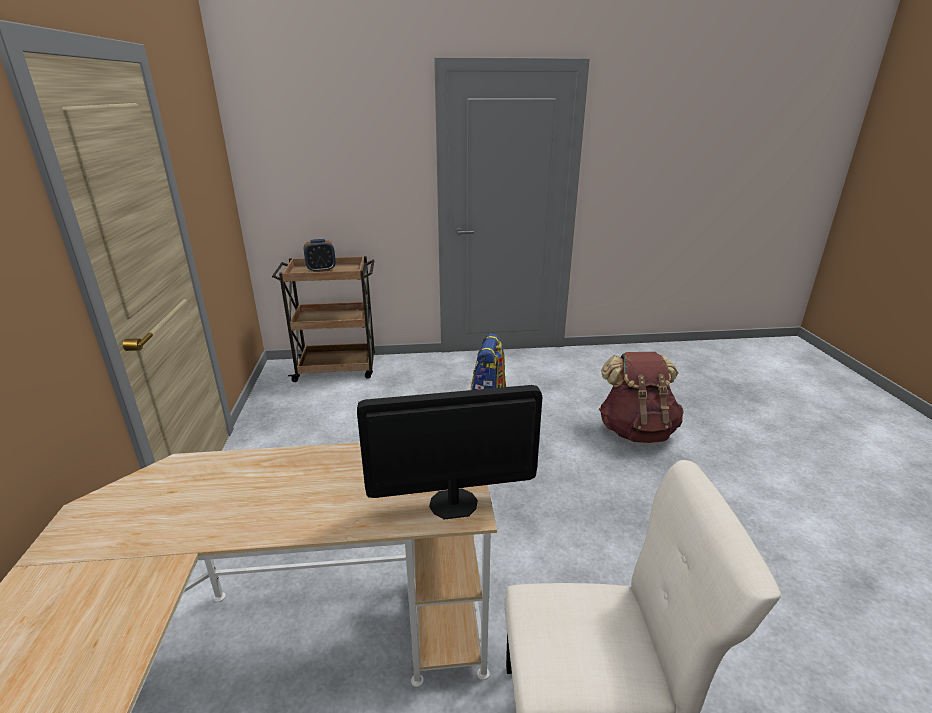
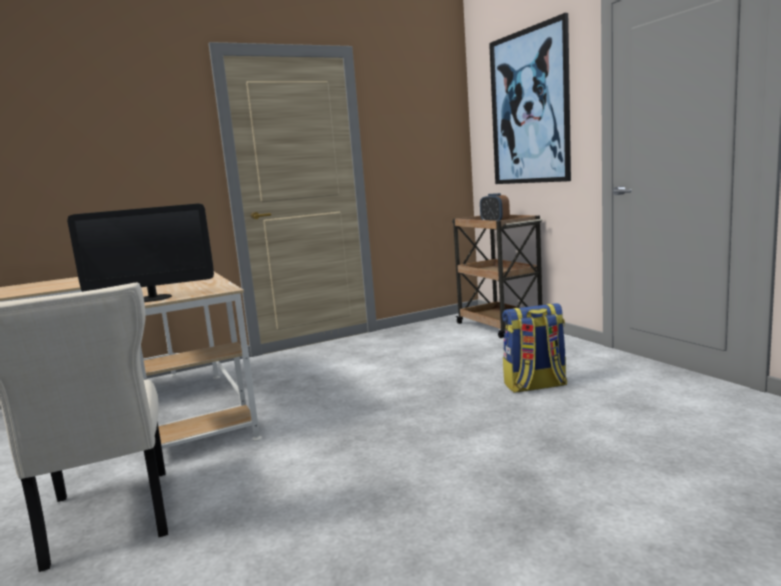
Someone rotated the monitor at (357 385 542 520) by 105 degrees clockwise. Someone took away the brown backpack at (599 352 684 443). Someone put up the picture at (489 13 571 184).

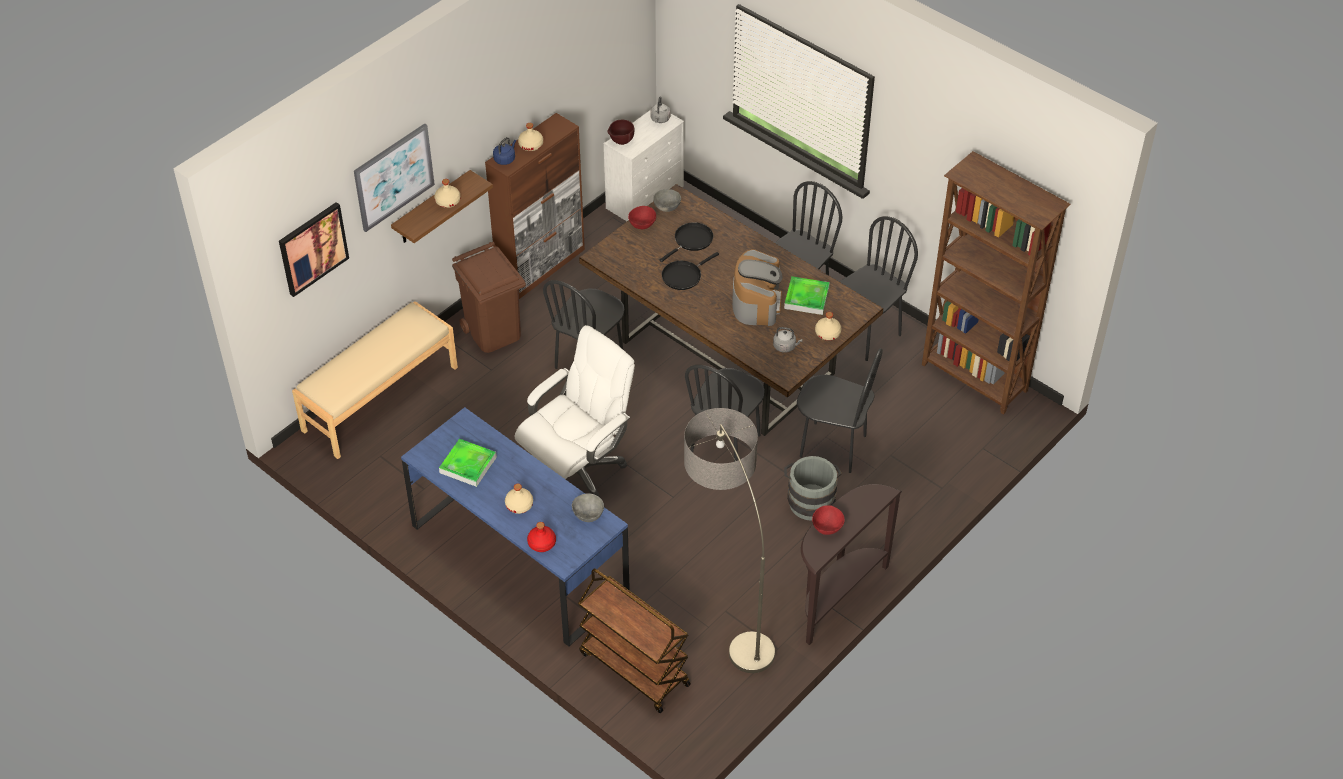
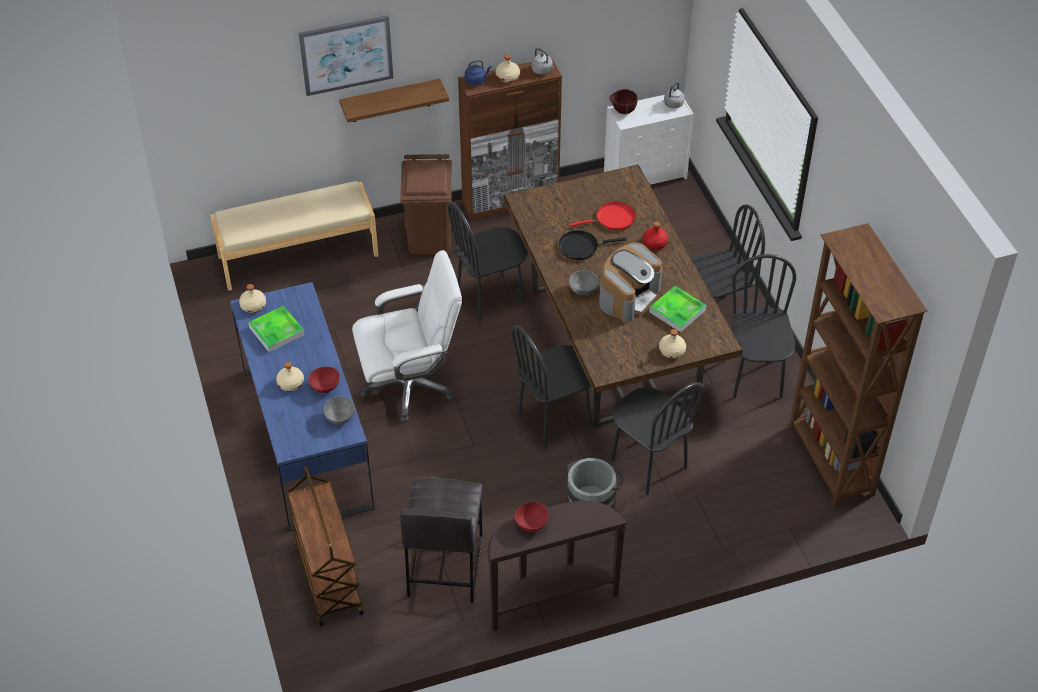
Someone took away the picture at (279 202 349 297). Someone carried the beige bottle from (434 179 460 208) to (239 284 266 313). Someone carried the red bottle from (527 522 556 552) to (643 221 668 250). Someone carried the red bowl from (628 206 656 229) to (308 367 340 393). Someone carried the grey bowl from (653 189 681 212) to (569 270 599 295). Someone repainted the black frying pan at (660 222 713 262), which became the red frying pan at (569 201 636 230). Someone swapped the floor lamp at (684 408 775 673) for the grey stool at (400 477 483 603). Someone carried the grey kettle from (773 327 803 353) to (531 48 554 75). Someone rotated the black chair at (840 216 918 361) by 75 degrees counterclockwise.

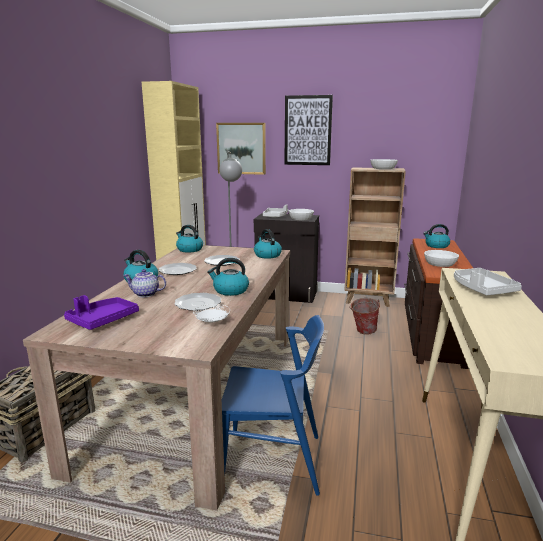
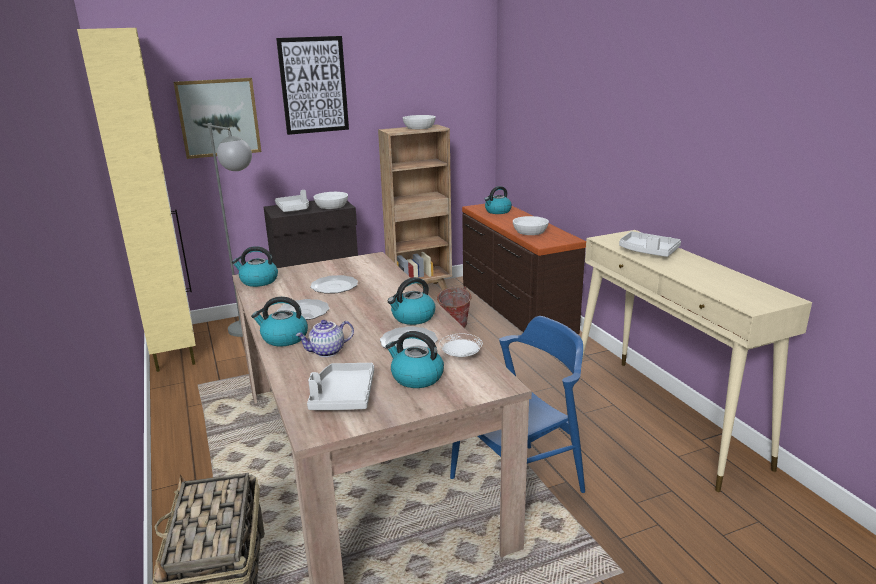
Someone repainted the purple tray at (64 295 139 330), which became the grey tray at (307 363 374 410). Someone carried the kettle from (254 229 282 259) to (386 331 444 388).

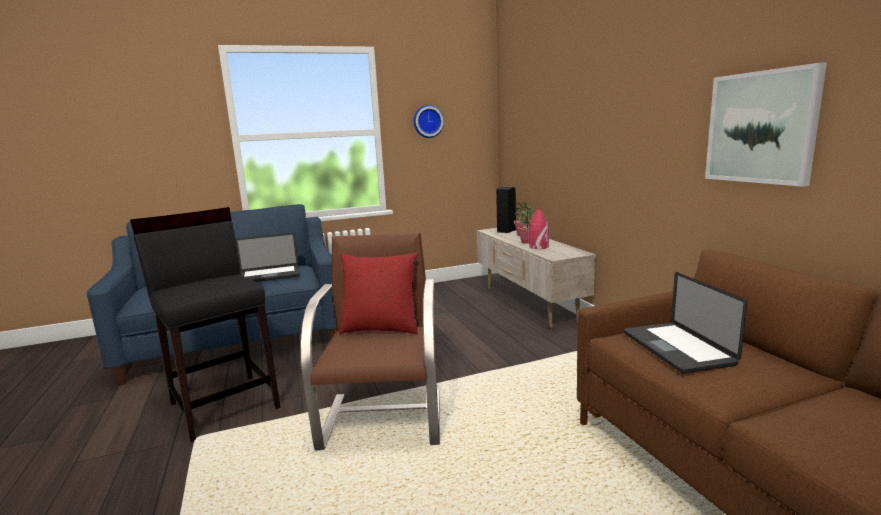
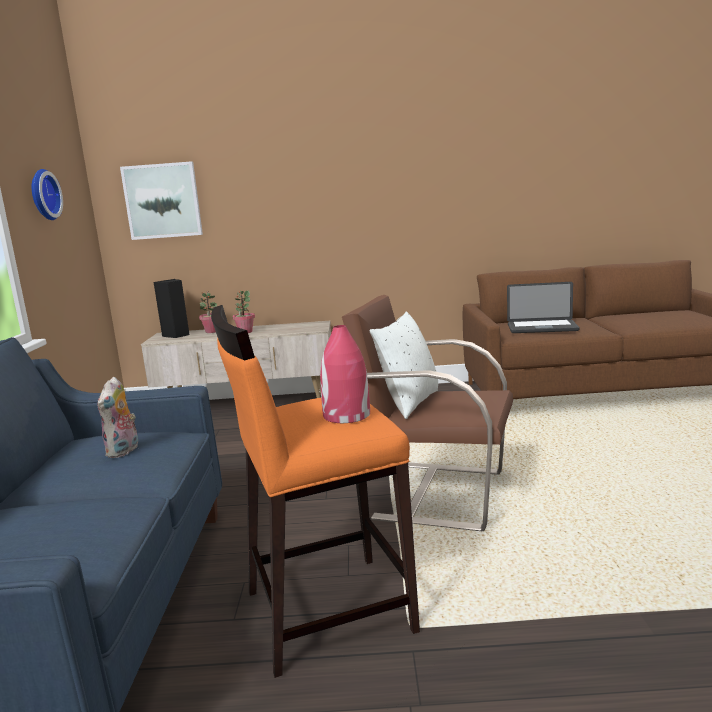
Someone repainted the black stool at (130 207 281 442), which became the orange stool at (211 305 420 678). Someone swapped the laptop at (236 233 300 282) for the plush toy at (97 377 140 458). Someone repainted the red pillow at (338 252 418 334), which became the white pillow at (370 311 438 419). Someone carried the red vase from (529 209 549 249) to (320 325 370 423). Someone carried the picture from (705 63 827 187) to (120 161 203 240).

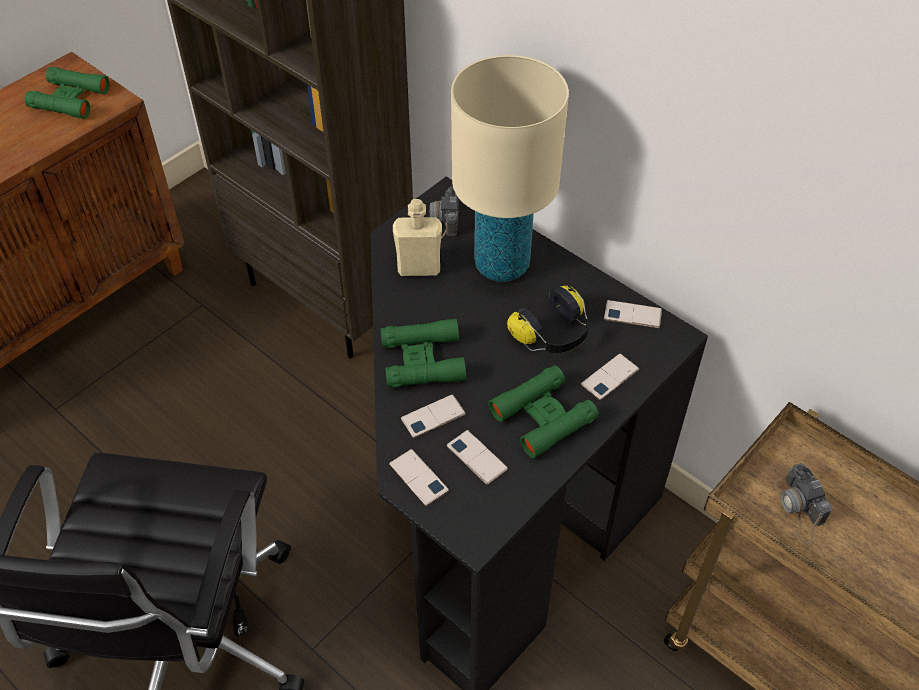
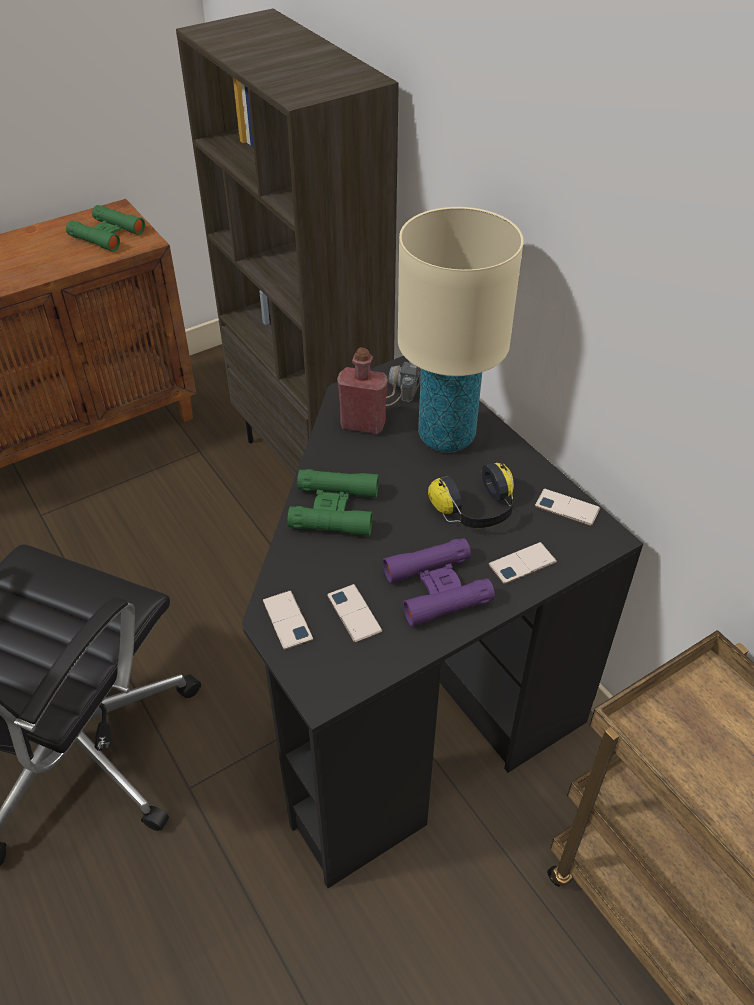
Someone repainted the beige bottle at (393 199 442 276), which became the red bottle at (337 347 388 434). Someone took away the phone at (401 394 466 438). Someone repainted the green binoculars at (488 365 599 458), which became the purple binoculars at (383 538 495 626). Someone took away the photo camera at (774 463 831 543).

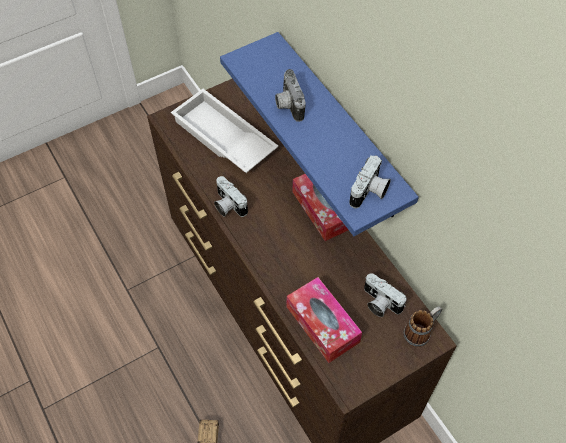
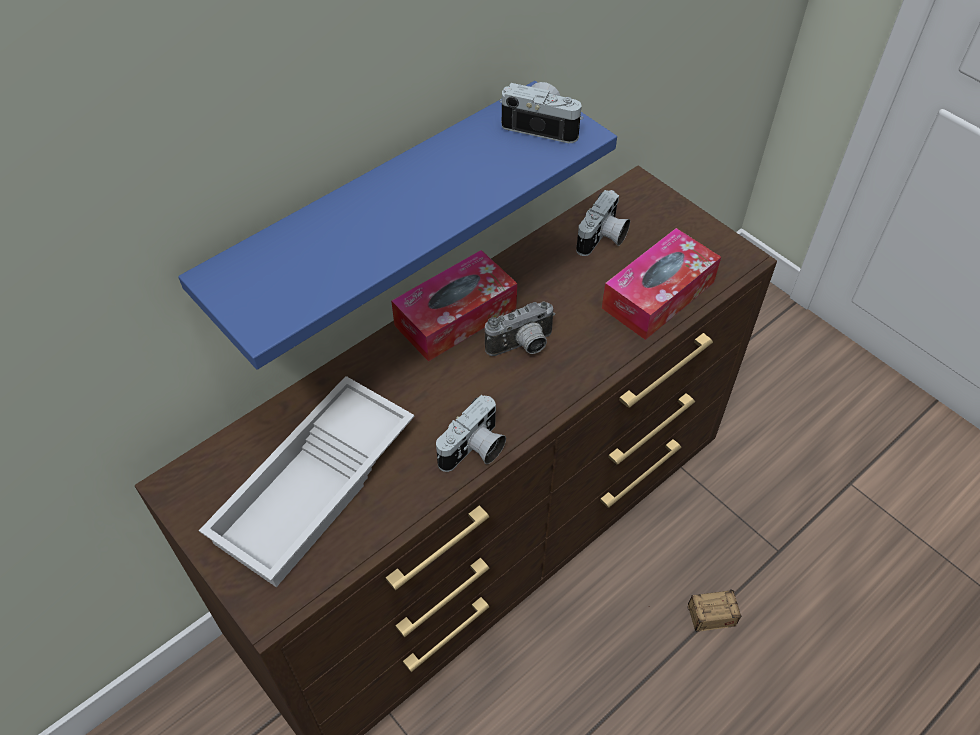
Someone carried the photo camera from (275 69 306 122) to (485 301 555 356). Someone took away the mug at (403 306 442 347).

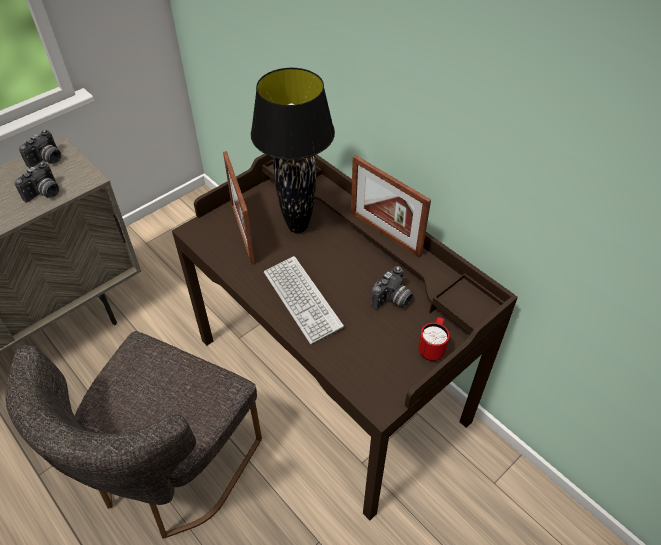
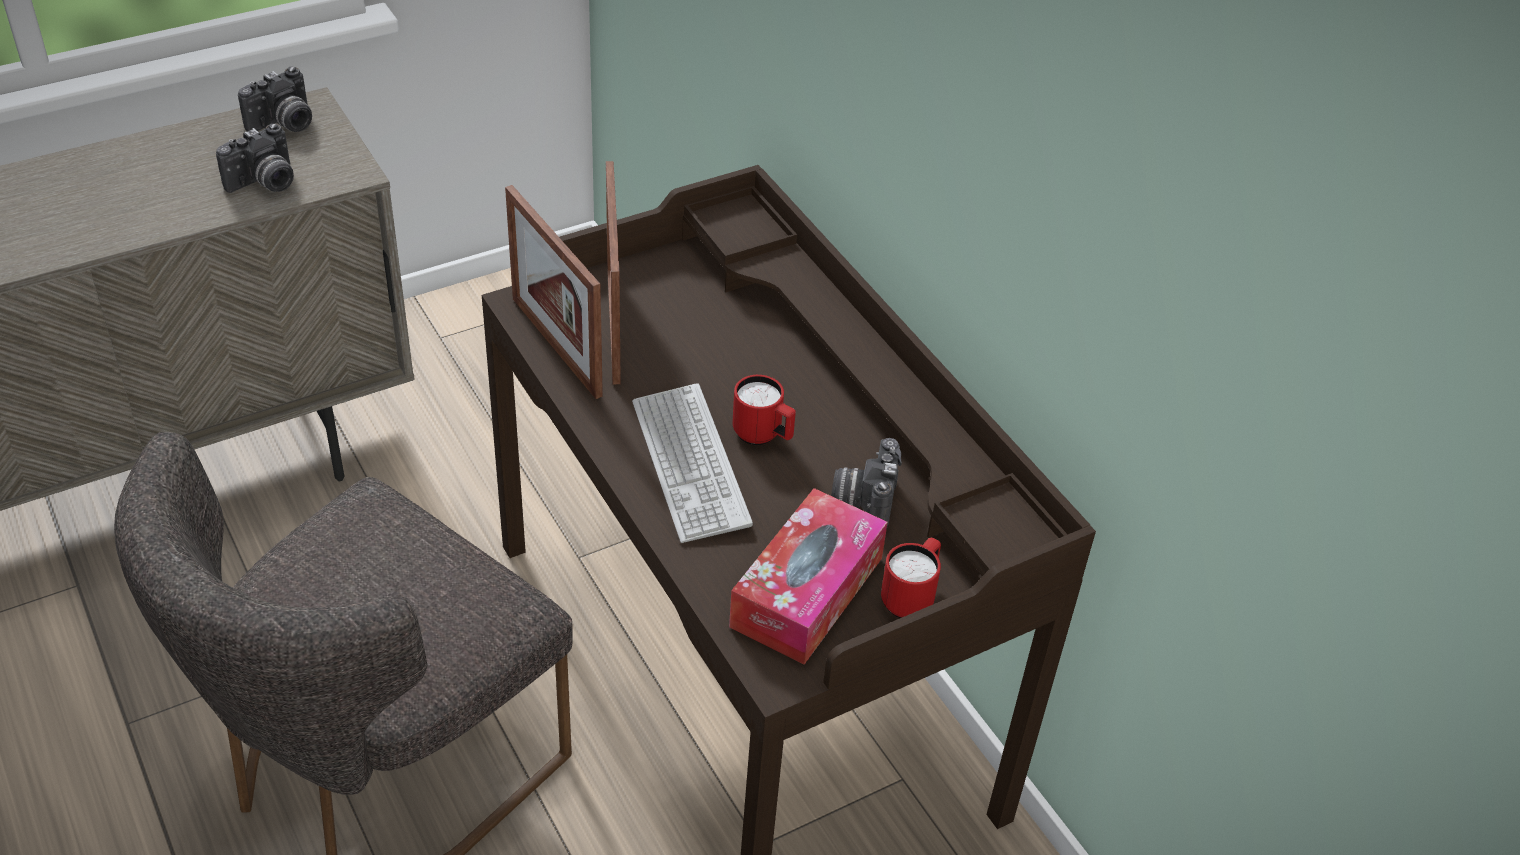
Someone took away the black table lamp at (251 68 335 233). Someone carried the picture frame from (351 155 431 258) to (505 185 603 399). Someone rotated the photo camera at (371 266 413 310) by 135 degrees clockwise. Someone put down the tissue box at (729 488 888 665). Someone put down the red mug at (732 375 796 445).

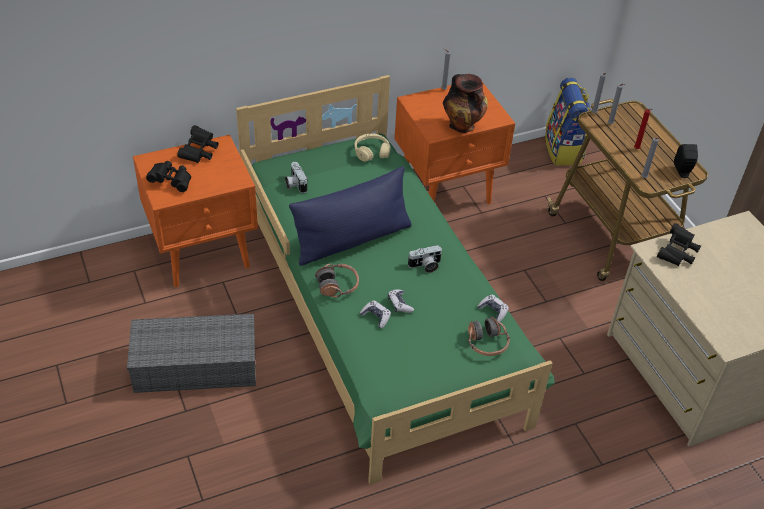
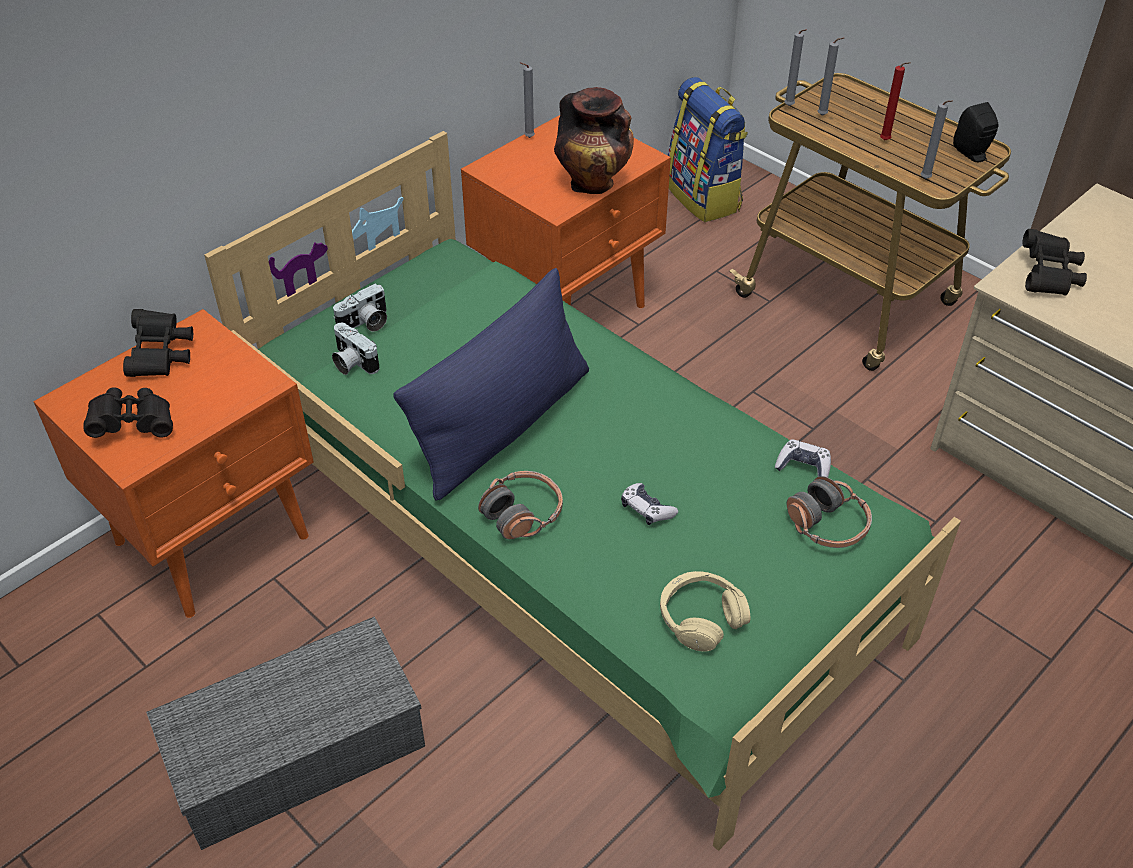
Someone carried the beige headphones from (354 134 390 162) to (660 571 750 652). Someone took away the game controller at (360 300 391 328). Someone carried the photo camera from (408 245 442 273) to (333 283 387 332).

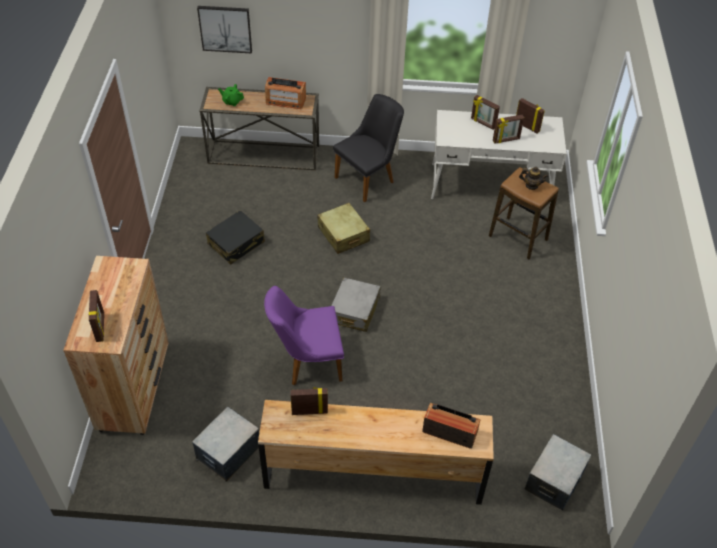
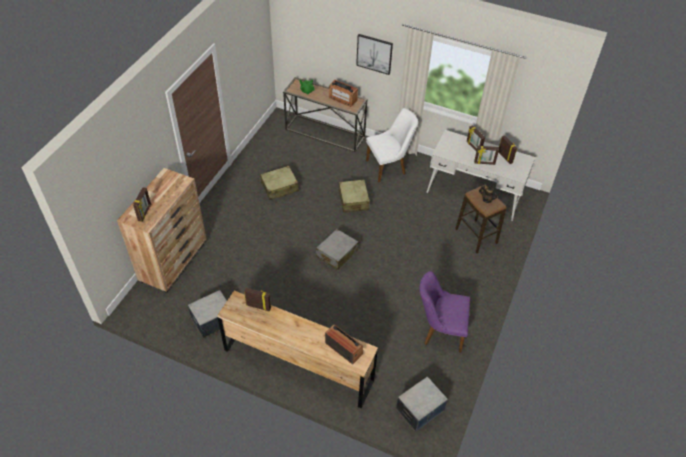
Someone carried the picture from (197 6 252 54) to (356 34 393 75). Someone repainted the black suitcase at (206 210 265 264), which became the beige suitcase at (260 166 299 200). Someone carried the purple chair from (264 286 344 386) to (420 271 470 352). Someone repainted the black chair at (333 94 404 202), which became the white chair at (366 108 418 183).

